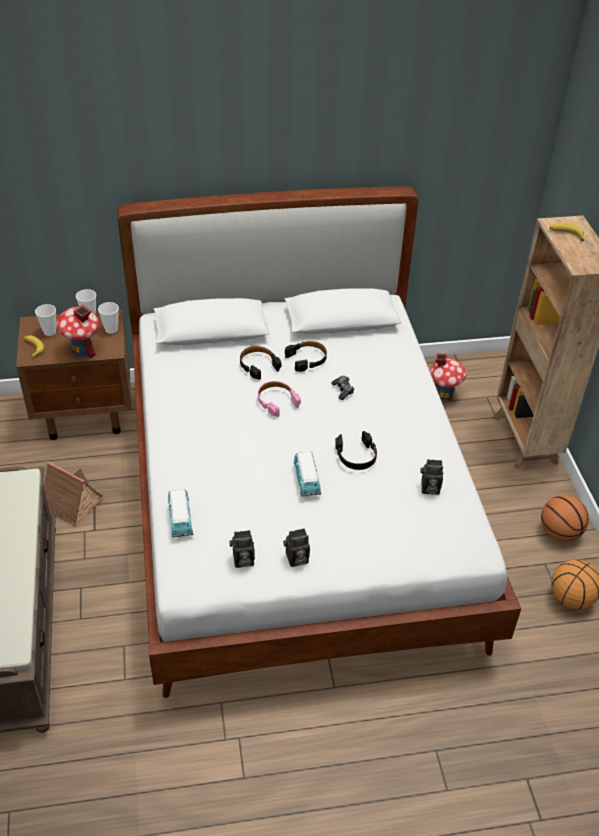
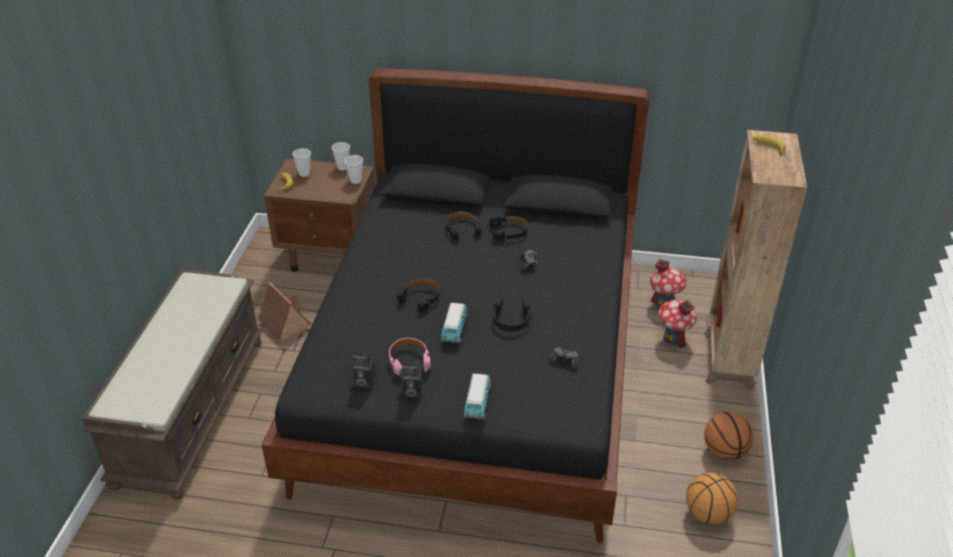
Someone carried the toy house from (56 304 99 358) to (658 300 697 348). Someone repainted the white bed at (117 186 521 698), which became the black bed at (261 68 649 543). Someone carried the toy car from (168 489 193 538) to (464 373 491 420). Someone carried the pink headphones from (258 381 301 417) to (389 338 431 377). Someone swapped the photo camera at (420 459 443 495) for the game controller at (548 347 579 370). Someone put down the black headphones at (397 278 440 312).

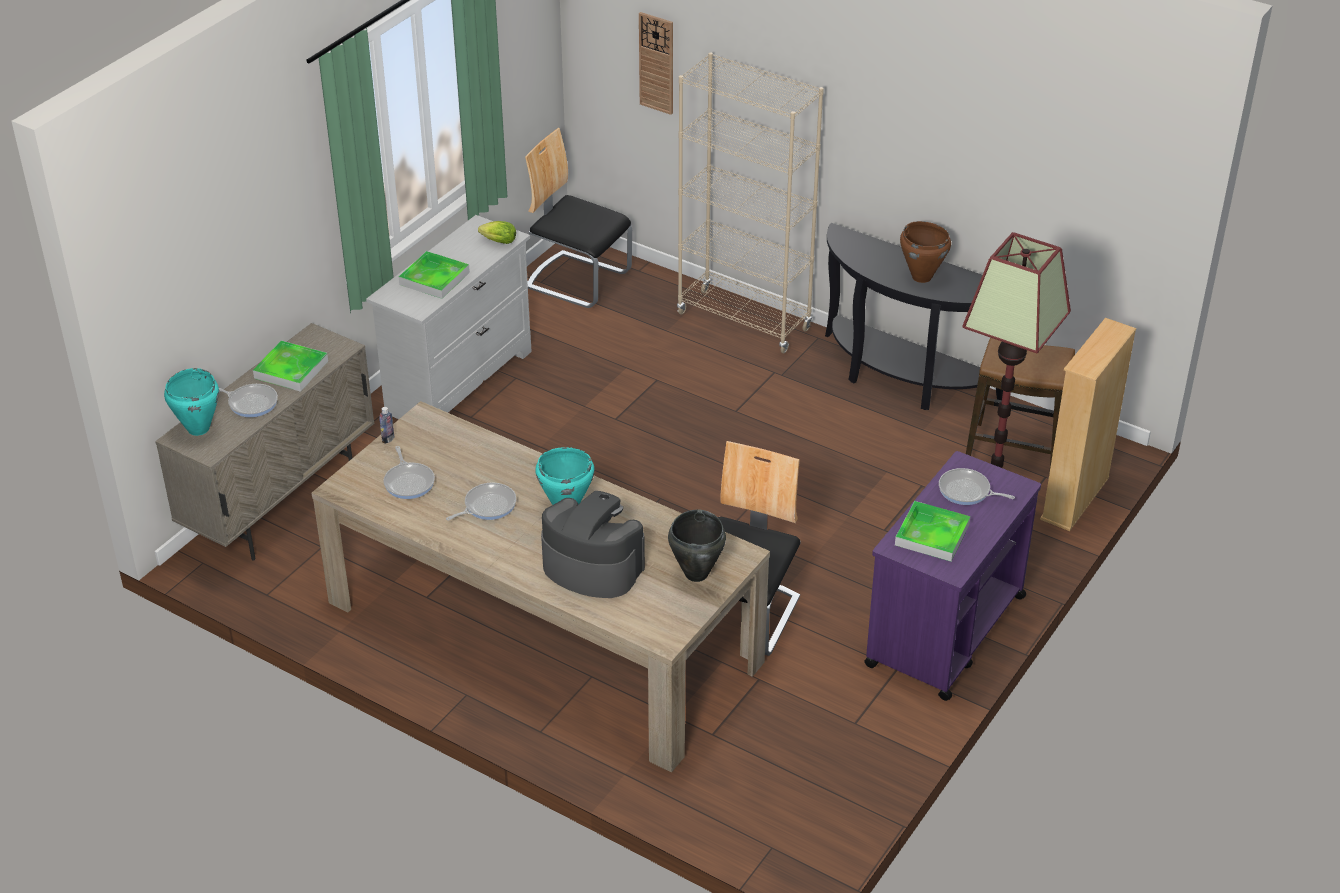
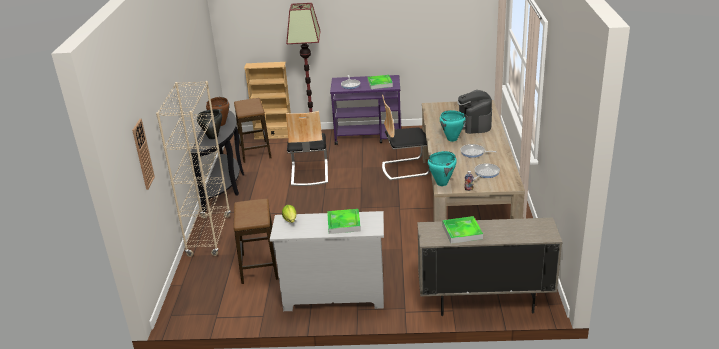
Someone carried the turquoise cooking pot from (164 368 219 436) to (428 151 457 186). Someone took away the frying pan at (219 384 278 417). Someone carried the chair from (525 128 632 308) to (286 111 328 186). Someone carried the black cooking pot from (668 509 726 582) to (197 109 222 139). Someone put down the stool at (233 199 278 284).

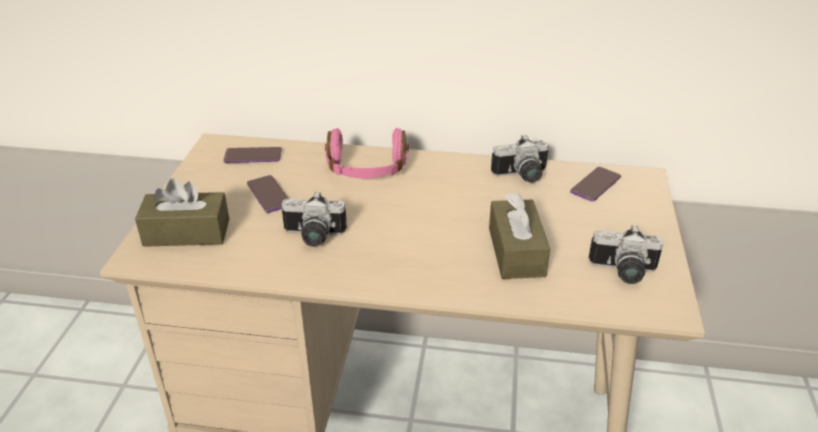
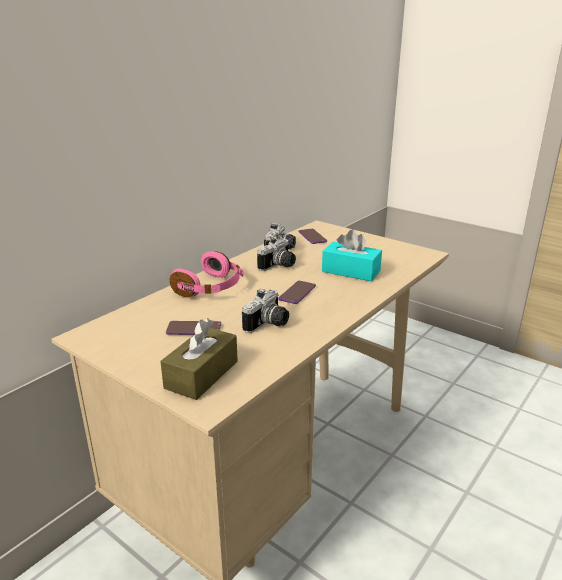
Someone carried the phone from (223 147 282 163) to (278 281 316 304). Someone repainted the brown tissue box at (489 193 550 279), which became the turquoise tissue box at (322 229 382 281). Someone carried the photo camera from (589 225 663 284) to (257 237 296 271).

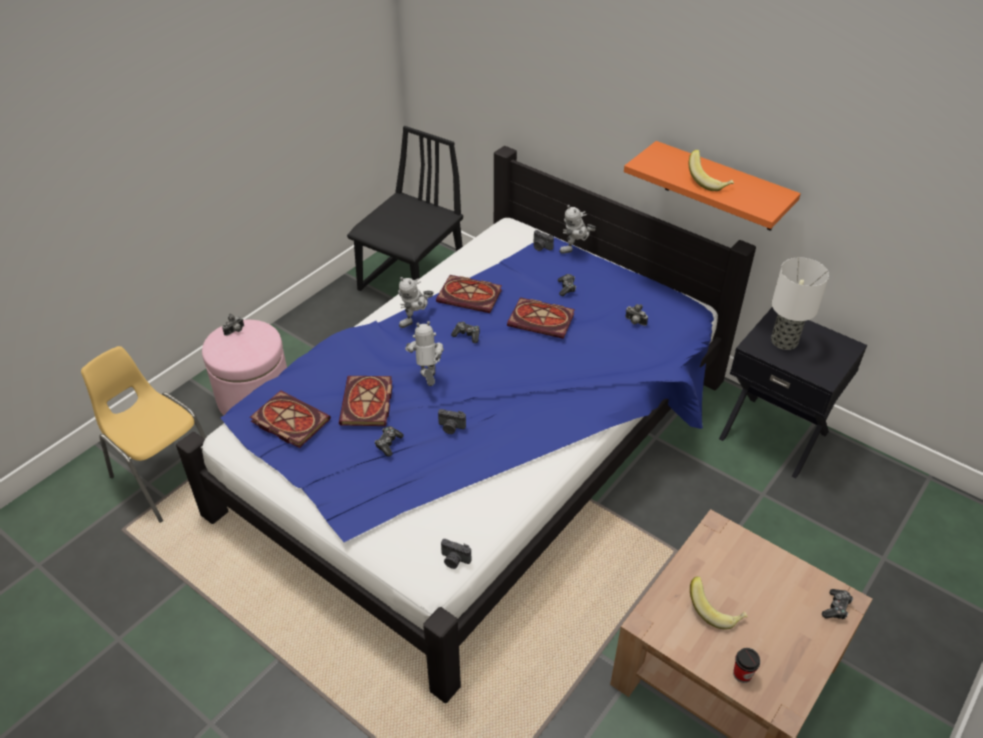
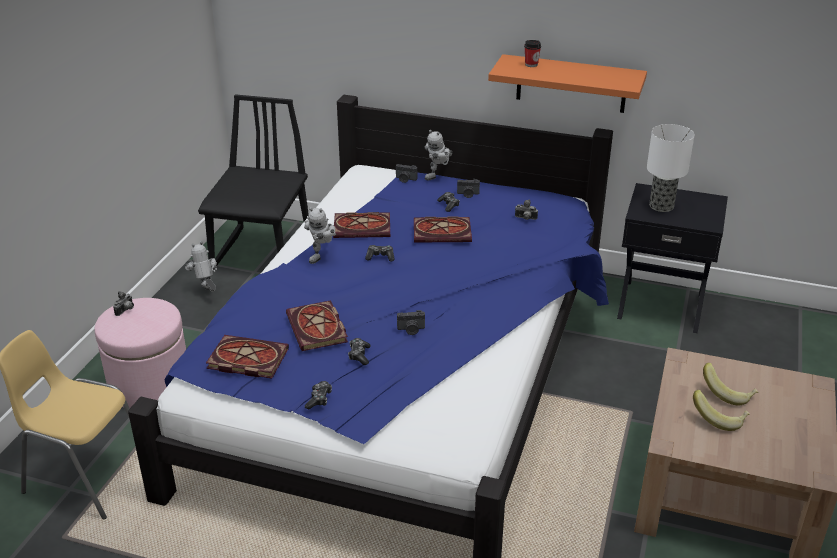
Someone carried the toy robot from (405 321 444 386) to (185 241 217 292). Someone carried the photo camera from (441 539 471 569) to (457 179 480 198). Someone carried the banana from (688 150 734 191) to (703 363 758 405). Someone carried the cup from (733 648 760 683) to (524 40 541 67). Someone carried the game controller from (822 589 853 619) to (305 381 332 409).

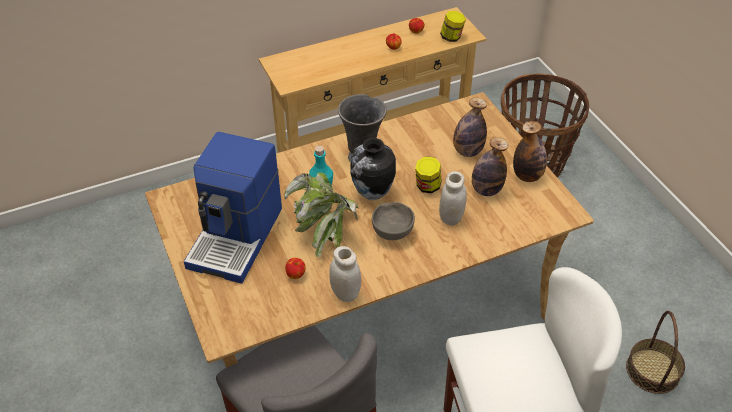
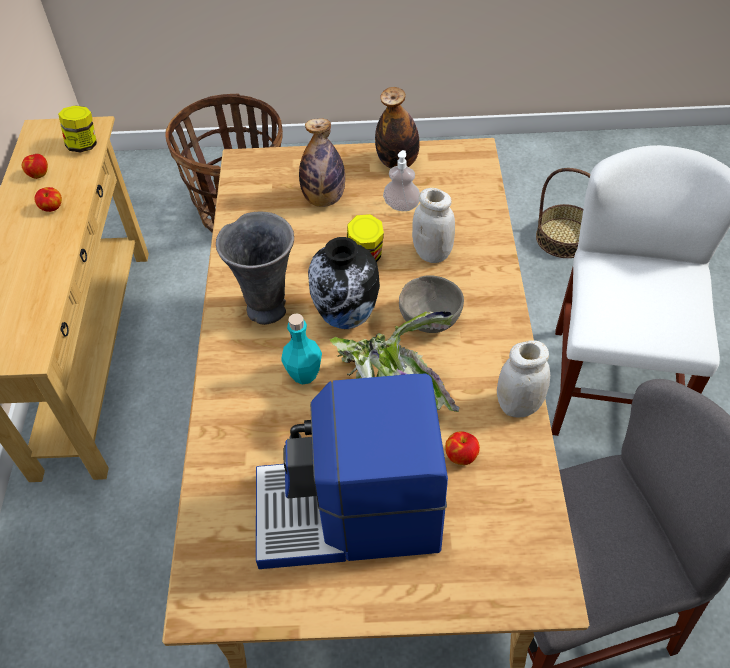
Someone rotated the coffee machine at (184 132 282 284) by 135 degrees clockwise. Someone swapped the bottle at (472 137 508 196) for the soap dispenser at (383 150 420 211).

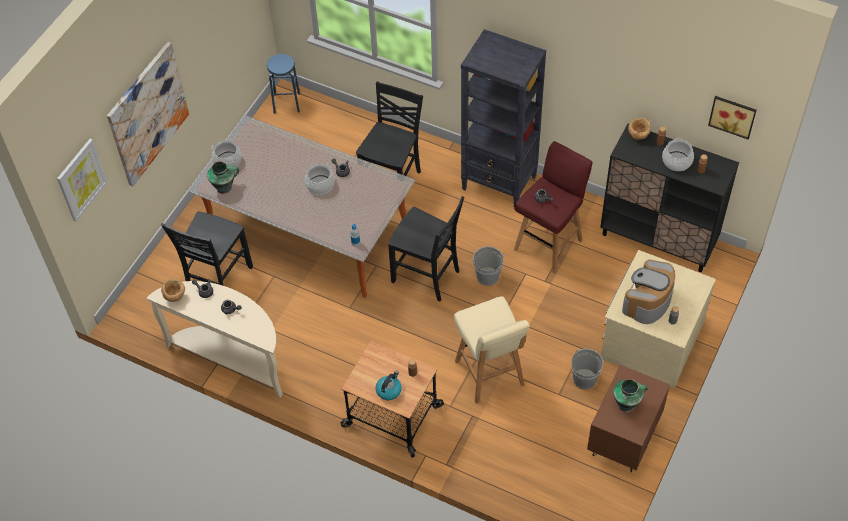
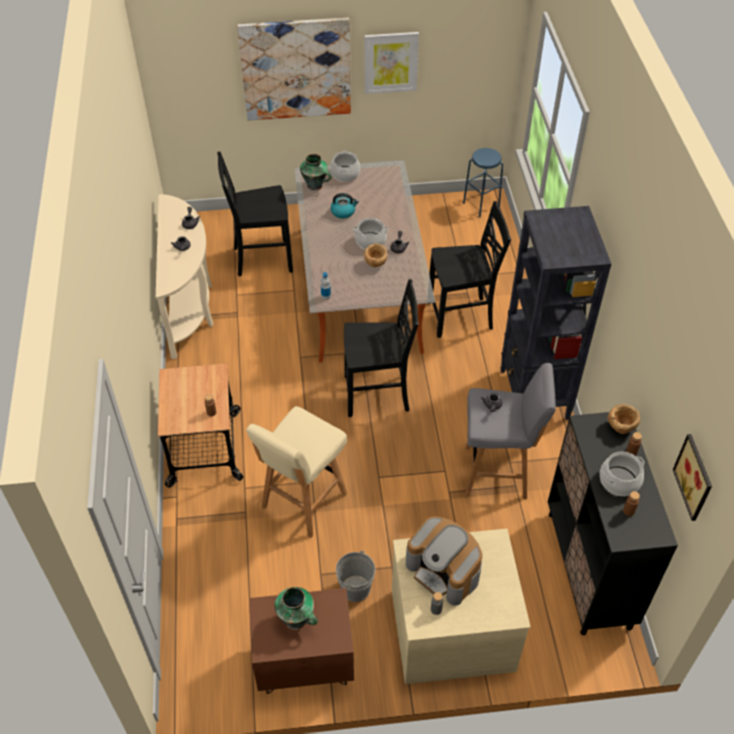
Someone carried the picture from (57 139 108 222) to (365 32 419 94). Someone carried the brown bowl from (161 279 185 302) to (364 243 388 267). Someone carried the kettle from (376 371 402 400) to (331 193 359 218). Someone rotated the black chair at (388 196 464 302) by 90 degrees counterclockwise. Someone took away the grey bucket at (471 246 505 286). Someone repainted the red stool at (514 141 593 274), which became the grey stool at (465 363 556 499). Someone rotated the coffee machine at (622 260 675 324) by 135 degrees counterclockwise.

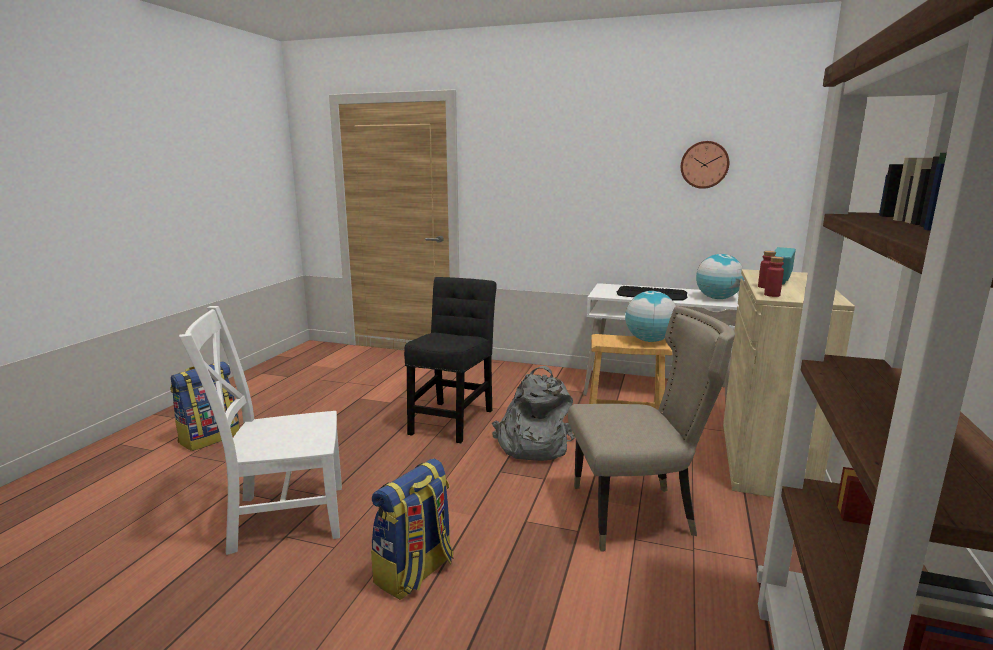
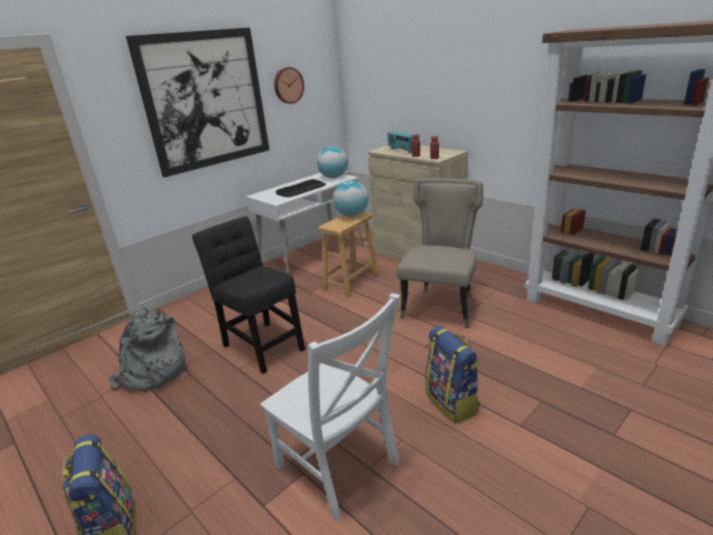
Someone rotated the white chair at (179 306 342 555) by 60 degrees counterclockwise. Someone carried the grey backpack from (492 366 575 461) to (109 306 186 392). Someone put up the picture at (126 27 269 177).

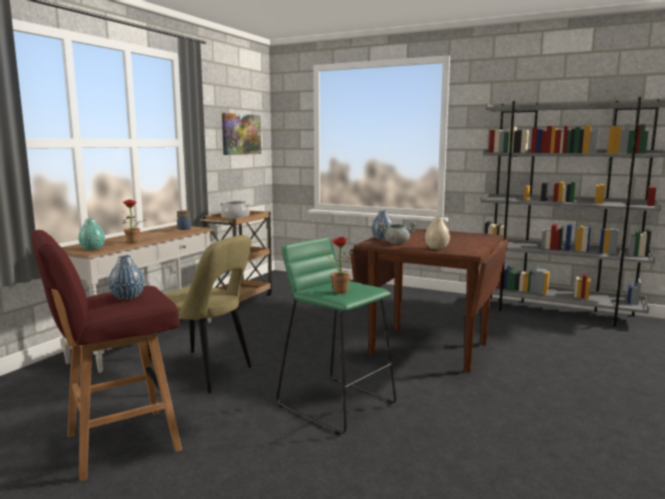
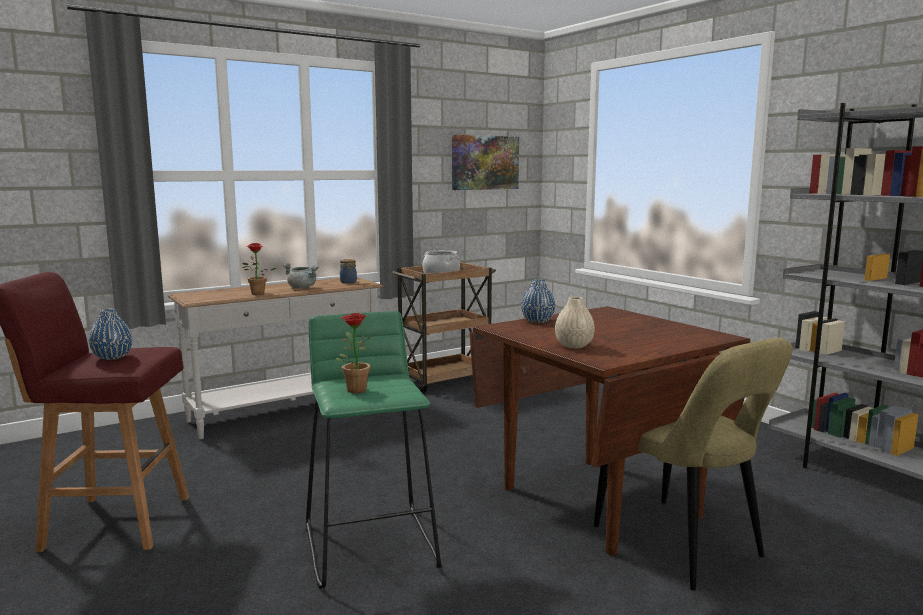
Someone took away the turquoise vase at (78 218 105 250). Someone carried the beige chair from (147 235 251 393) to (594 337 793 591). Someone carried the grey cooking pot from (379 222 417 244) to (283 263 319 289).

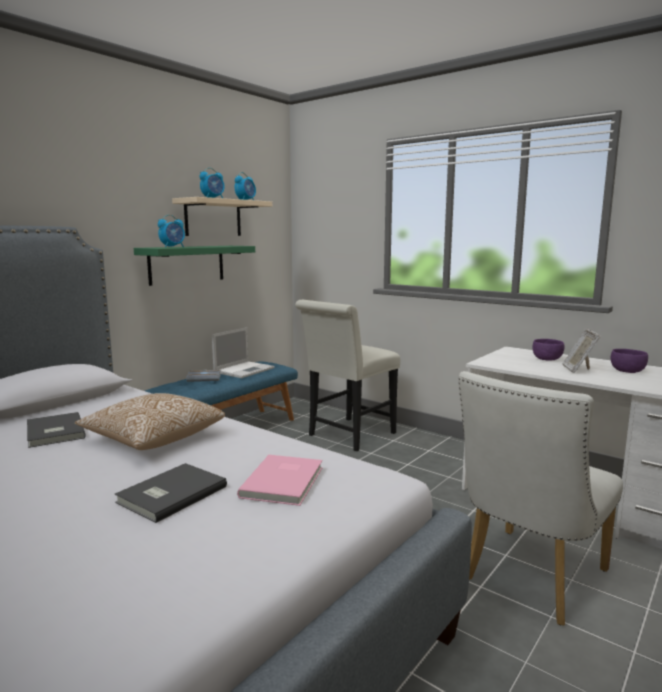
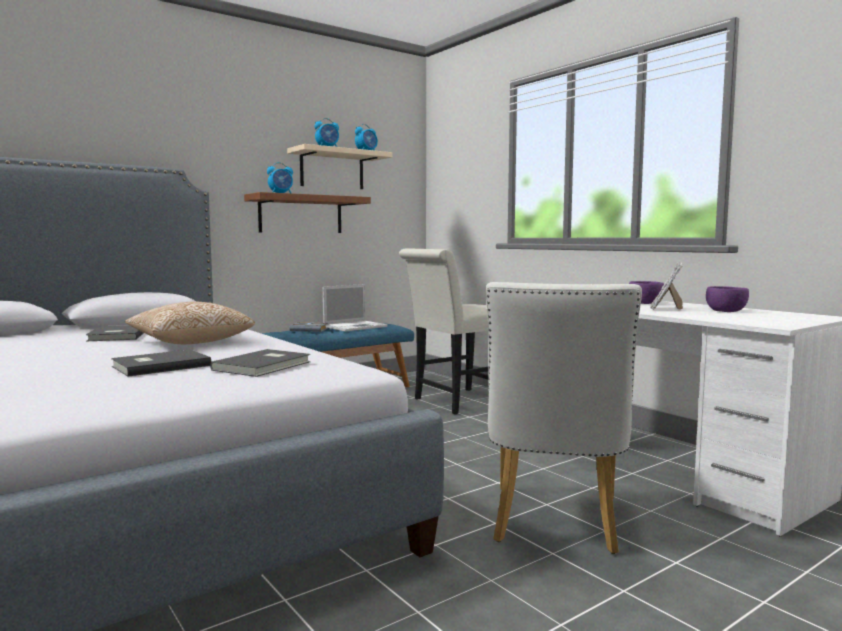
Someone repainted the green shelf at (134 246 255 286), which became the brown shelf at (244 192 371 233). Someone repainted the pink book at (237 455 323 506), which became the grey book at (210 349 311 377). Someone rotated the white chair at (458 371 623 626) by 45 degrees counterclockwise.

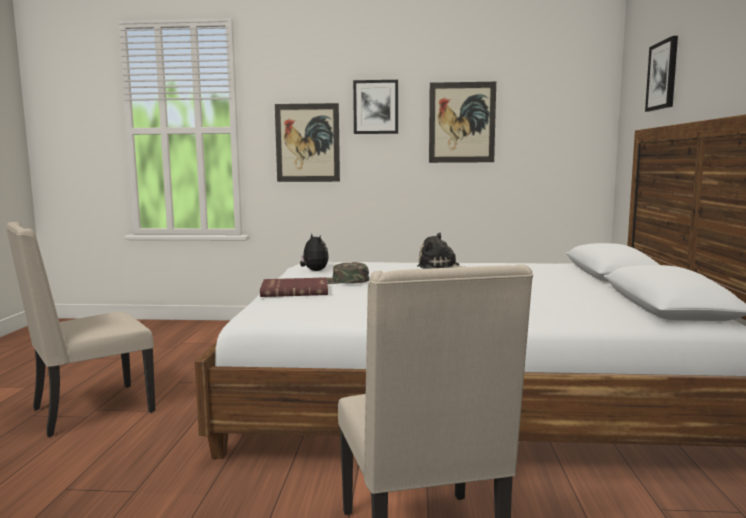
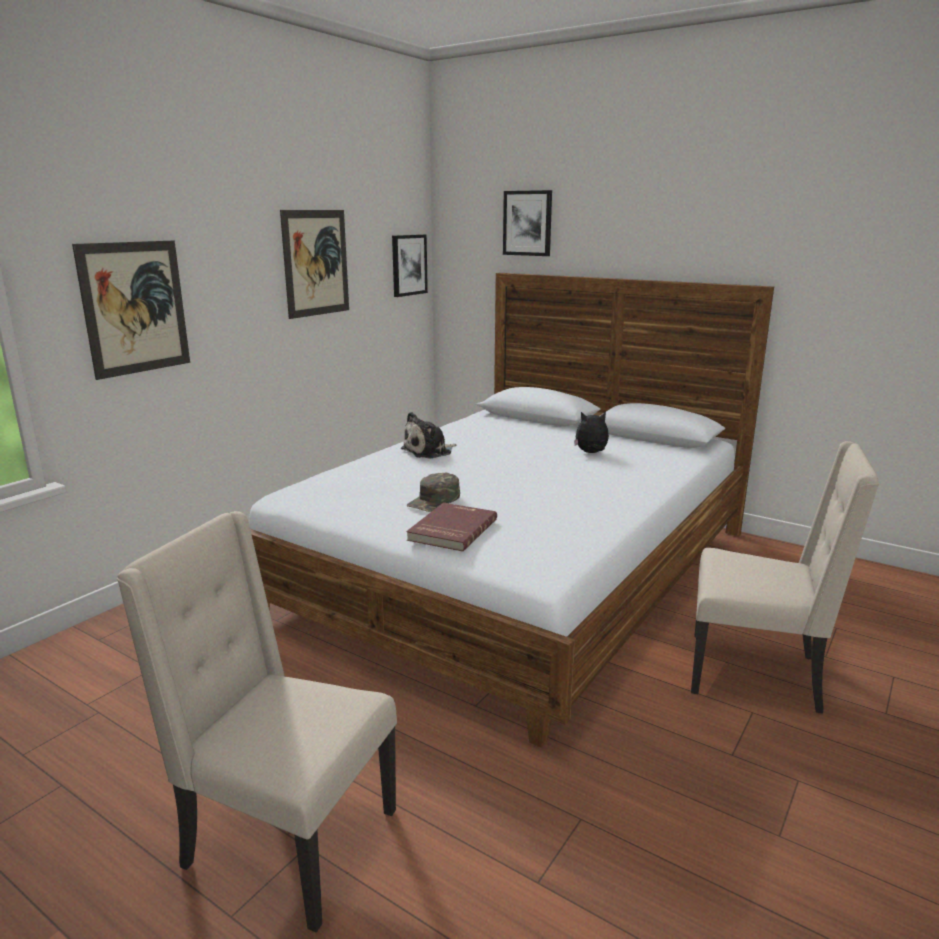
Someone rotated the beige chair at (6 222 155 437) by 120 degrees clockwise. Someone carried the plush toy from (300 233 329 271) to (574 412 609 453). Someone carried the picture from (353 80 398 134) to (392 234 428 297).

